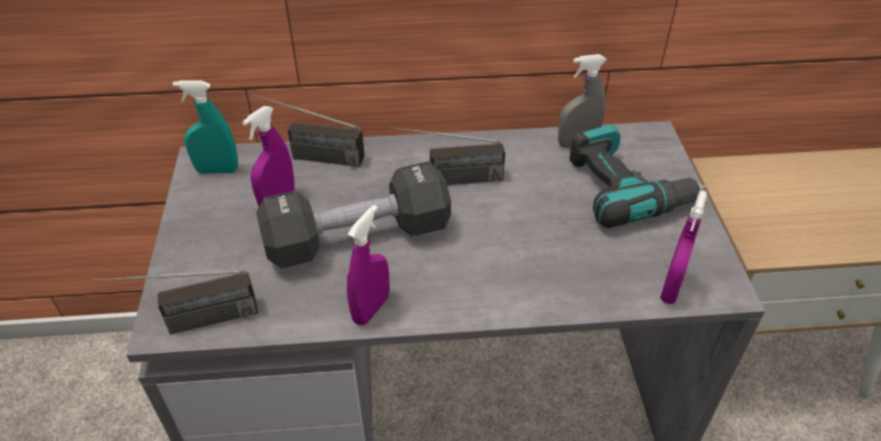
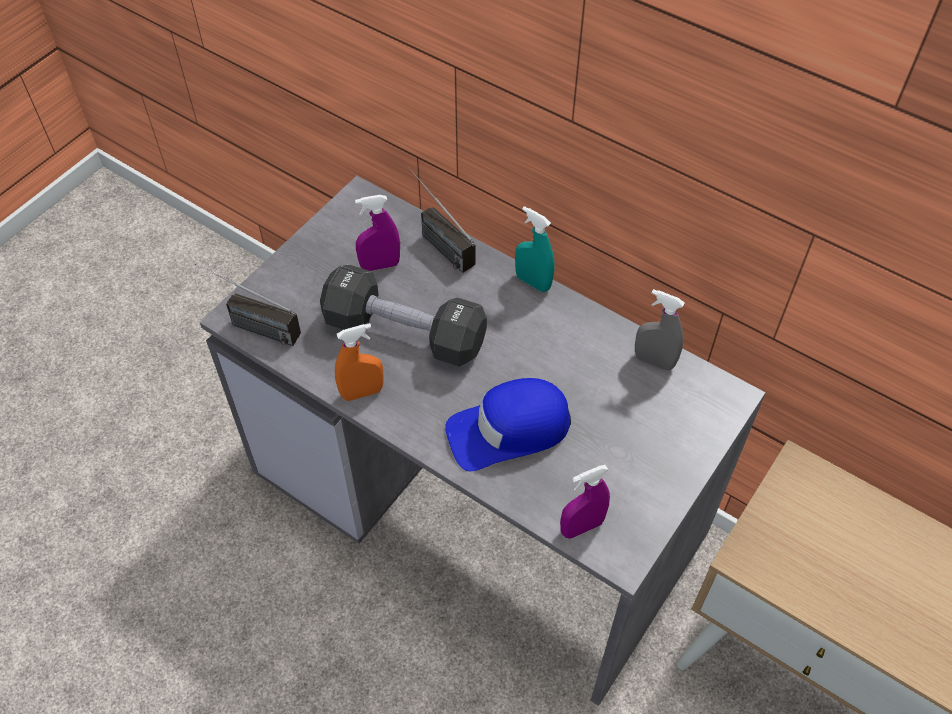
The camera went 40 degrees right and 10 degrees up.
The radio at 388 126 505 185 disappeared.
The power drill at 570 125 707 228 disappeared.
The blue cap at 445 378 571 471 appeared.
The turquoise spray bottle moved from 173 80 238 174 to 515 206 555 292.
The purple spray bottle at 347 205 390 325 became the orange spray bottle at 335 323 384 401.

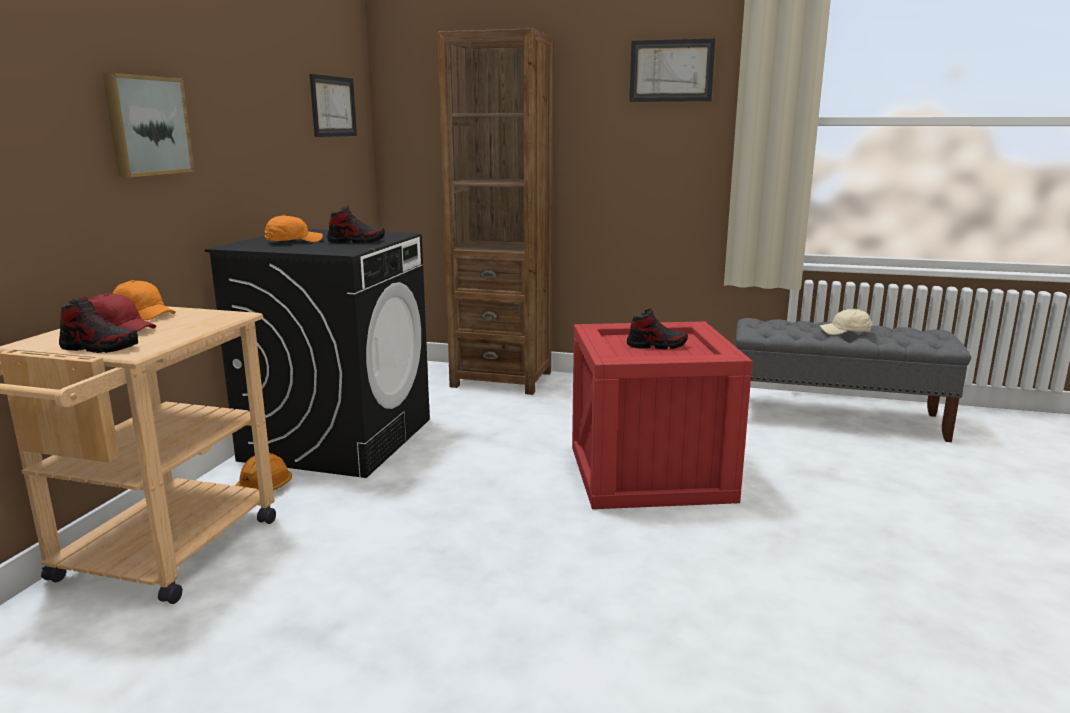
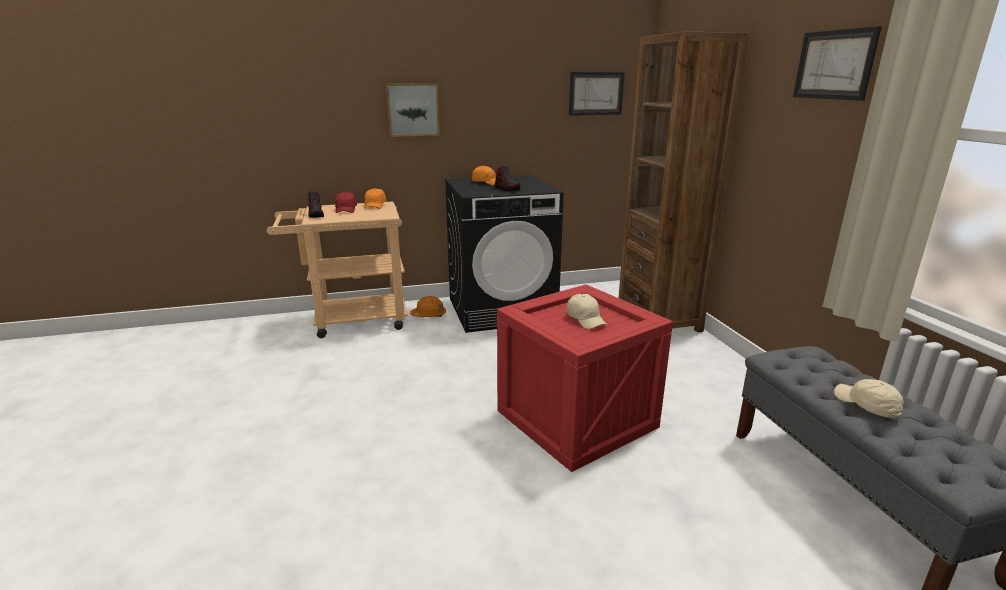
The camera went 60 degrees right and 5 degrees up.
The shoe at 627 309 688 350 was replaced by the beige cap at 567 294 607 329.

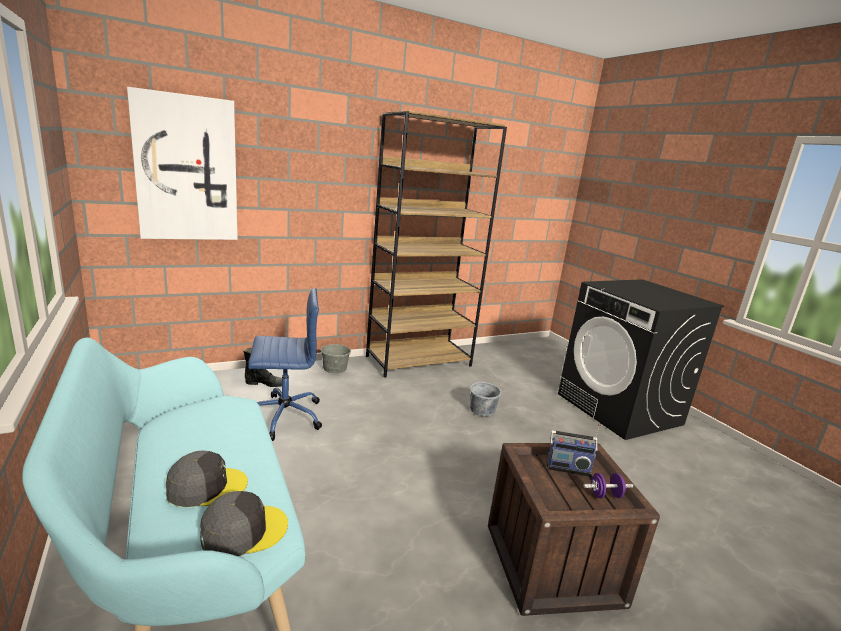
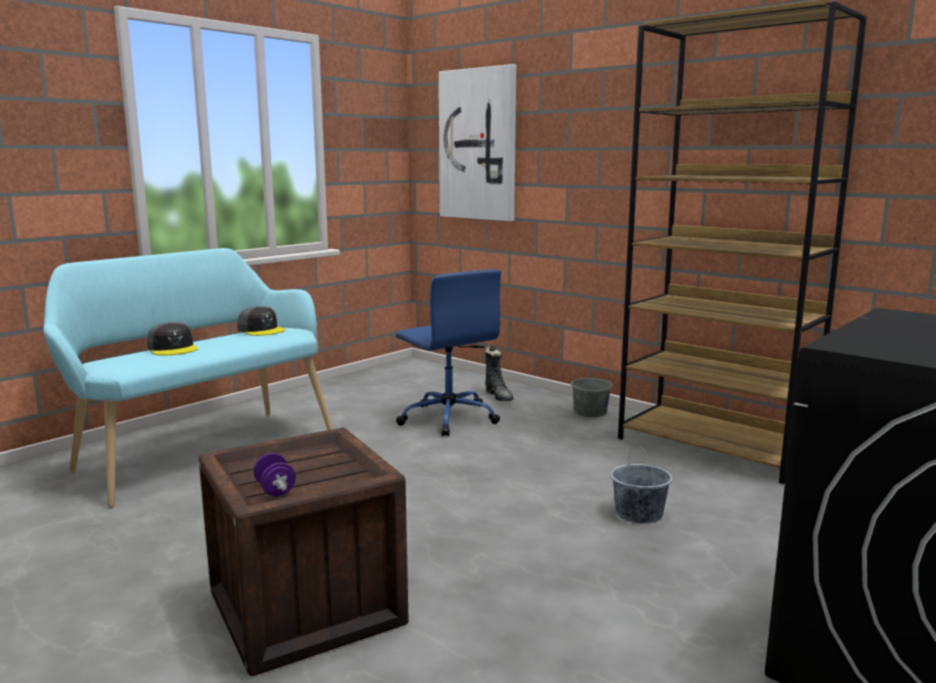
The camera went 70 degrees right and 5 degrees down.
The radio at 547 424 600 477 disappeared.
The grey cap moved from 200 491 288 556 to 237 307 285 336.

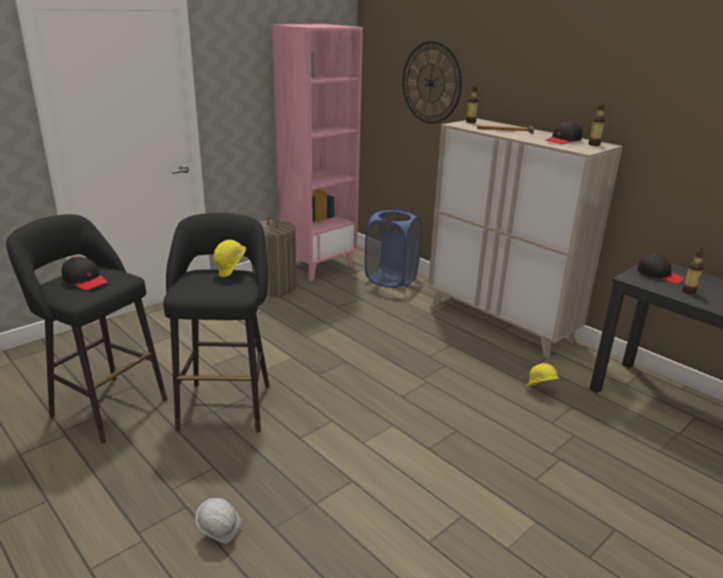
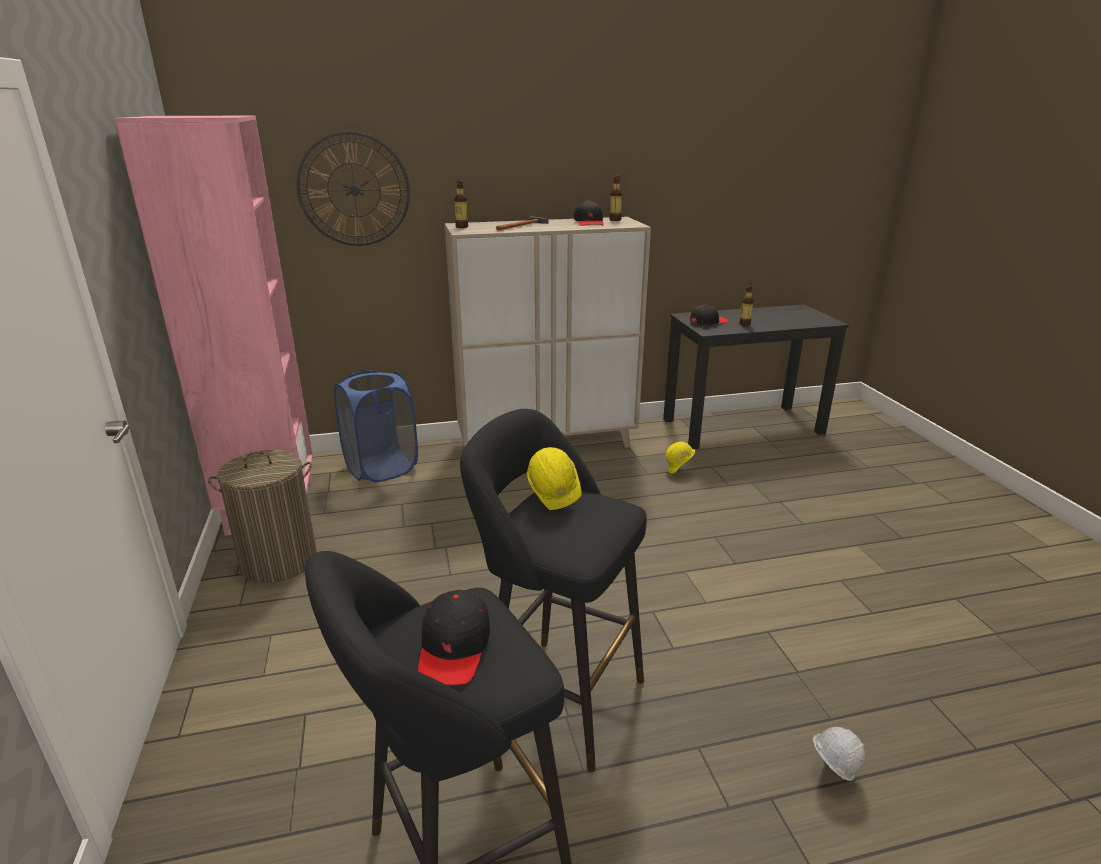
The camera went 60 degrees left and 0 degrees up.
The black cap at 62 257 107 290 turned 120 degrees clockwise.

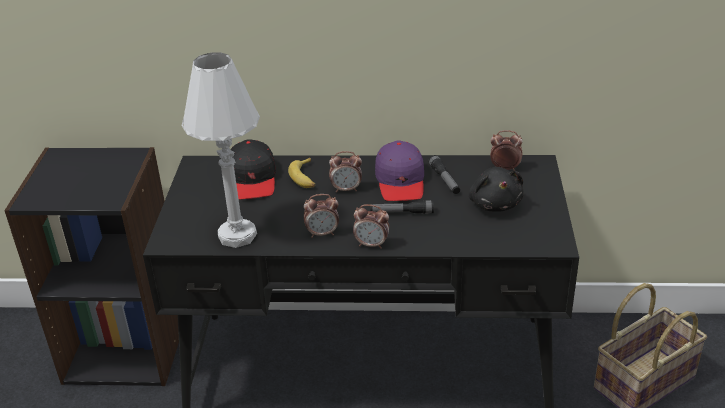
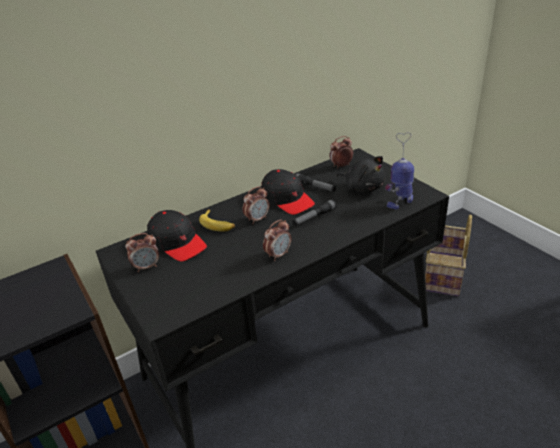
The camera went 35 degrees left and 0 degrees up.
The white table lamp at 182 52 260 248 disappeared.
The toy robot at 385 132 414 210 appeared.
The alarm clock moved from 353 204 389 249 to 126 233 159 272.
The purple cap at 375 140 424 201 became the black cap at 262 169 315 215.

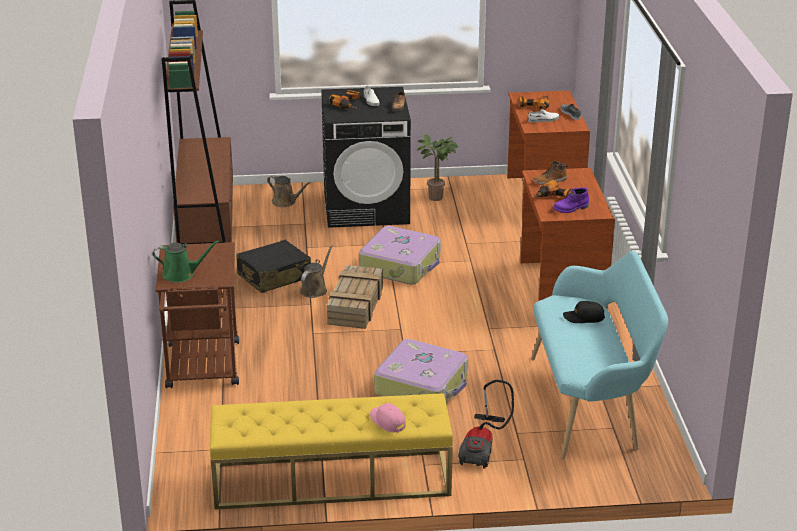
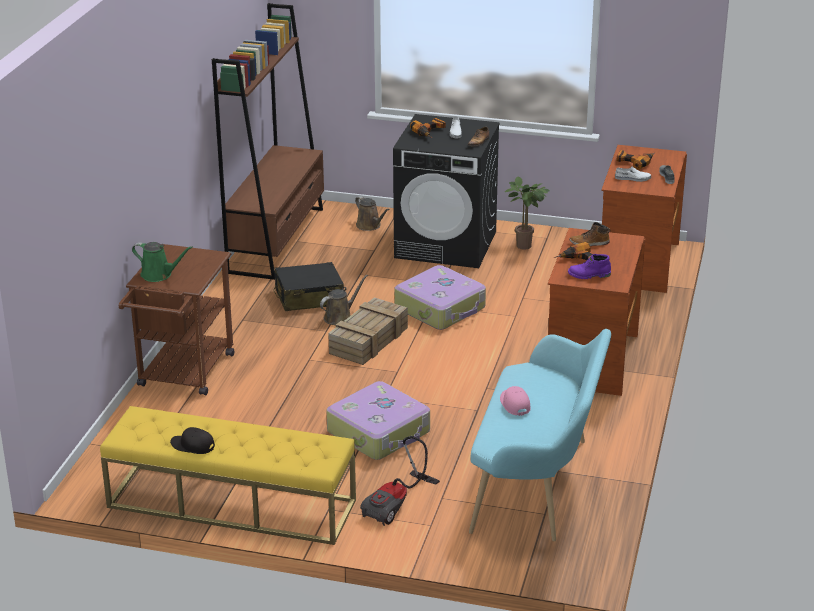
The camera went 20 degrees right and 0 degrees up.
The pink cap moved from 370 403 406 433 to 500 386 531 416.
The black cap moved from 563 301 605 323 to 170 427 215 454.

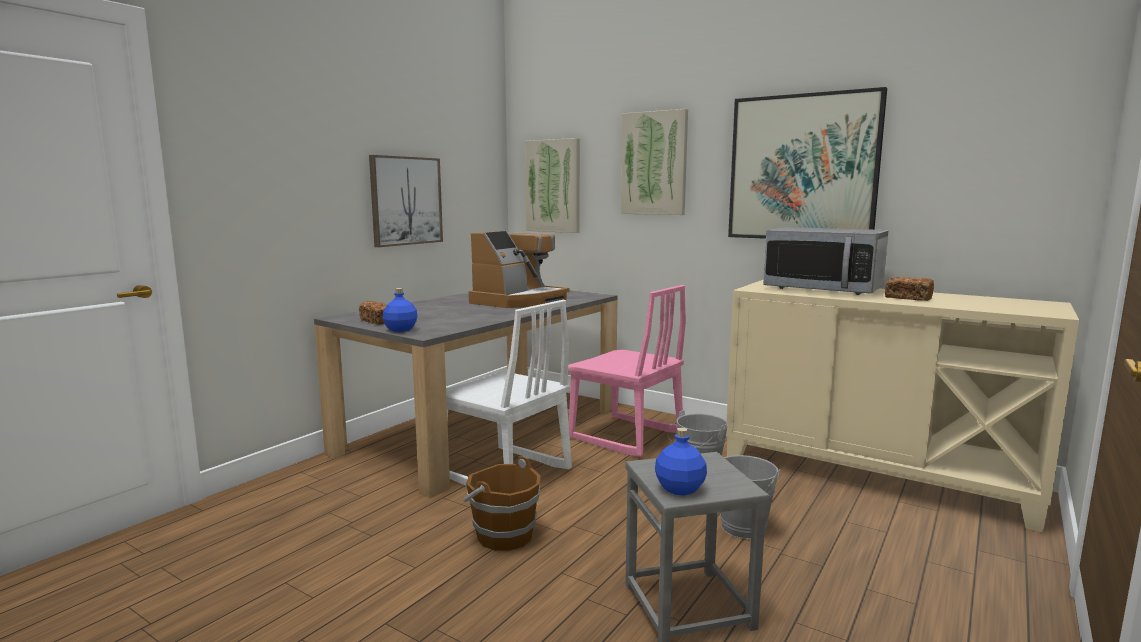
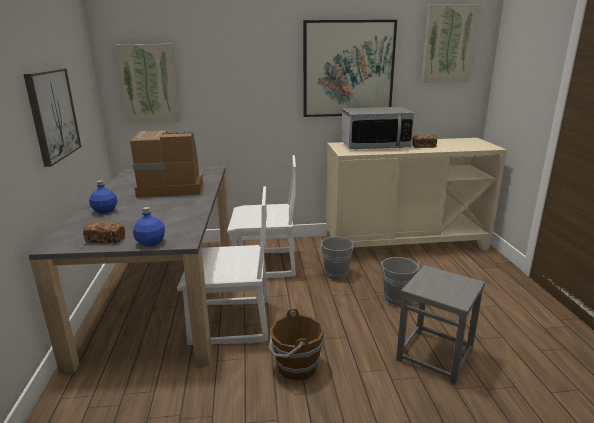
The camera went 40 degrees left and 10 degrees up.
The picture moved from 621 109 688 215 to 421 4 479 83.
The blue bottle moved from 655 428 707 496 to 89 180 117 214.
The pink chair at 568 285 686 457 became the white chair at 227 155 296 278.
The coffee machine at 469 231 570 308 turned 90 degrees counterclockwise.

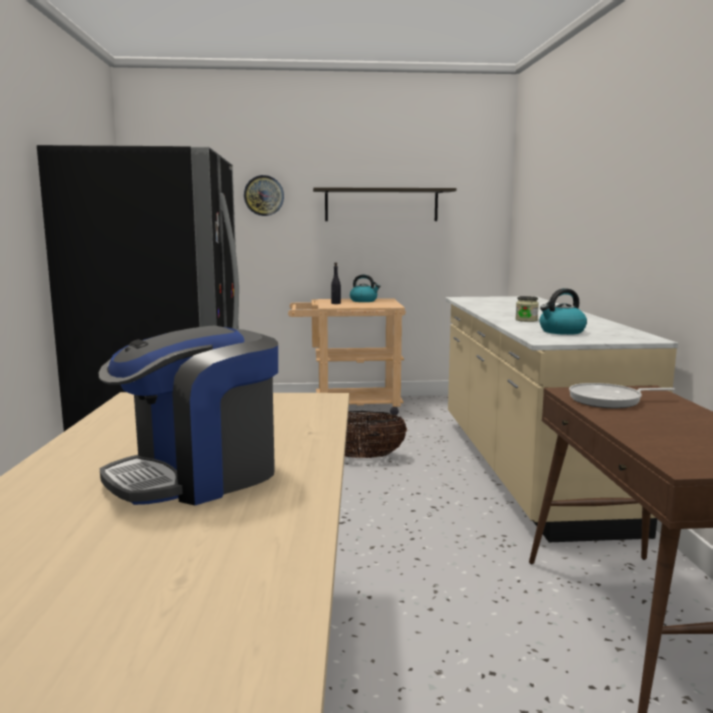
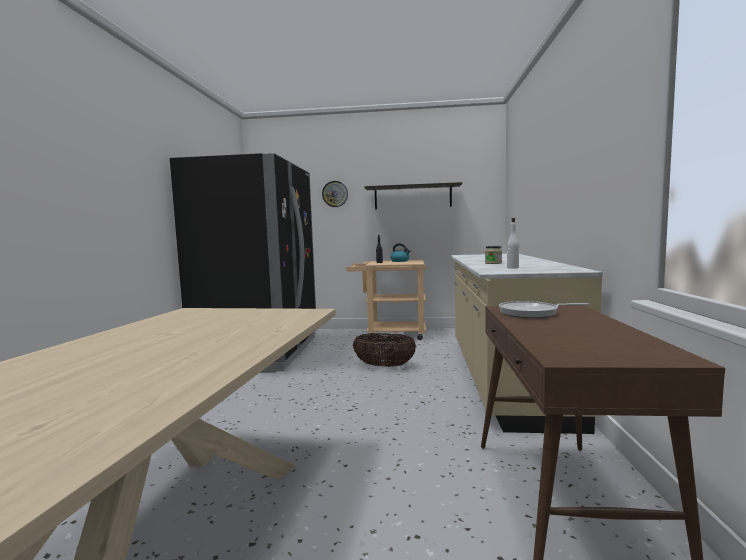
The camera went 10 degrees right and 5 degrees down.
The coffee machine at 99 326 278 506 disappeared.
The kettle at 539 288 587 335 was replaced by the white bottle at 507 218 519 269.

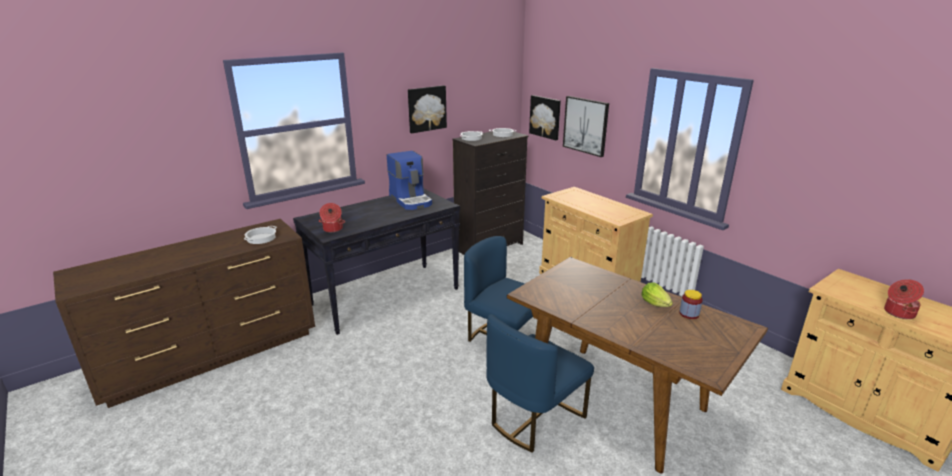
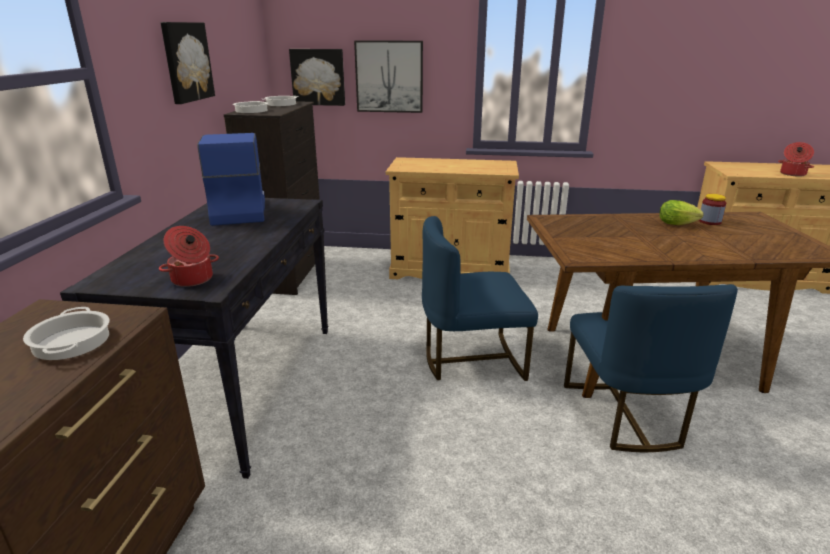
The camera went 45 degrees left and 0 degrees up.
The coffee machine at 387 151 432 210 turned 120 degrees counterclockwise.

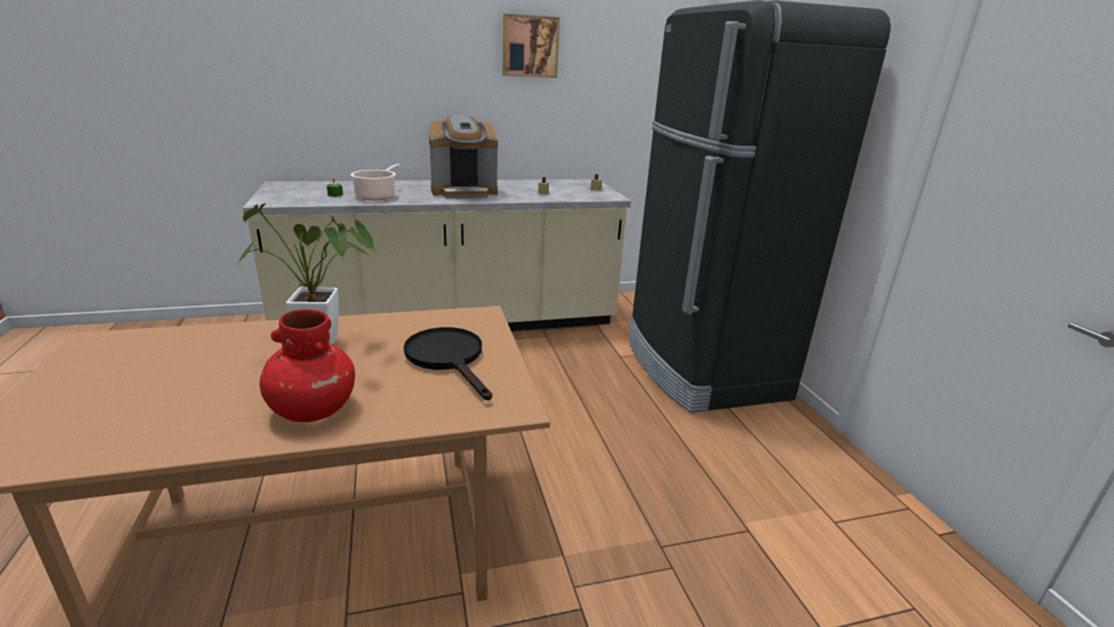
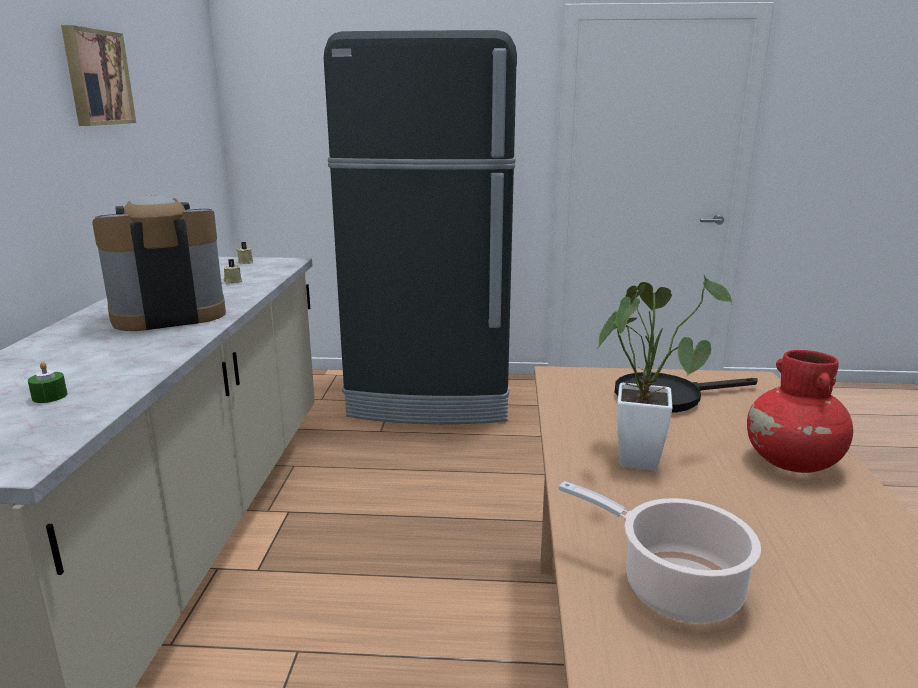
The camera went 70 degrees left and 5 degrees down.
The cooking pot moved from 350 164 401 201 to 559 481 761 623.
The coffee machine at 429 115 498 198 turned 120 degrees counterclockwise.

